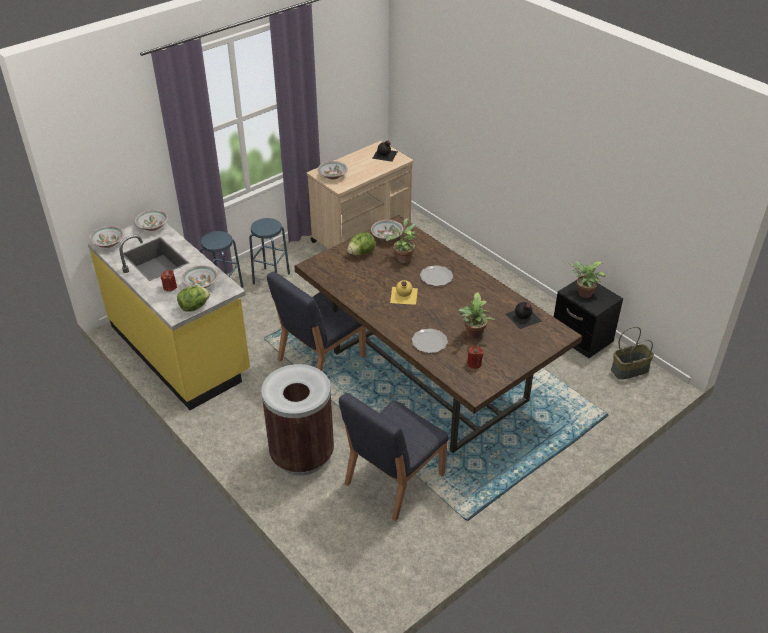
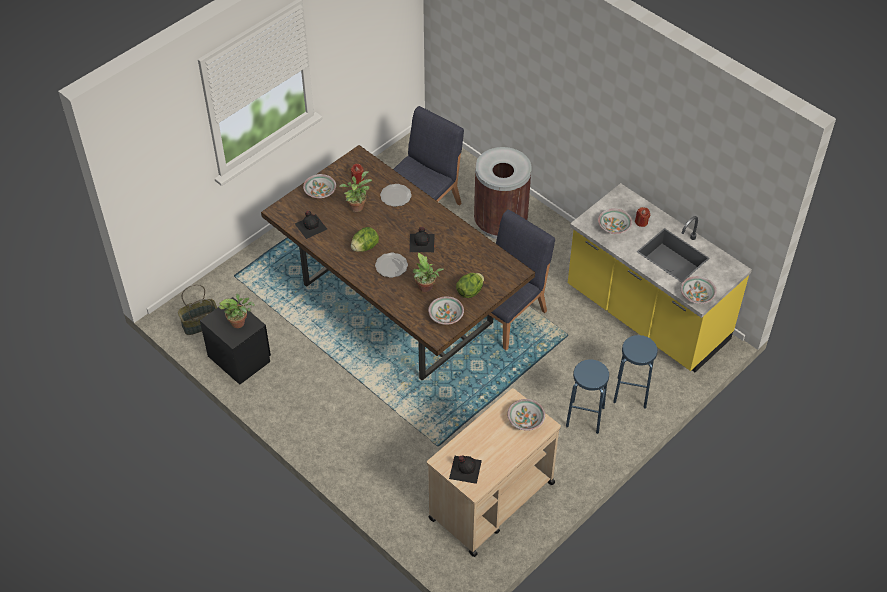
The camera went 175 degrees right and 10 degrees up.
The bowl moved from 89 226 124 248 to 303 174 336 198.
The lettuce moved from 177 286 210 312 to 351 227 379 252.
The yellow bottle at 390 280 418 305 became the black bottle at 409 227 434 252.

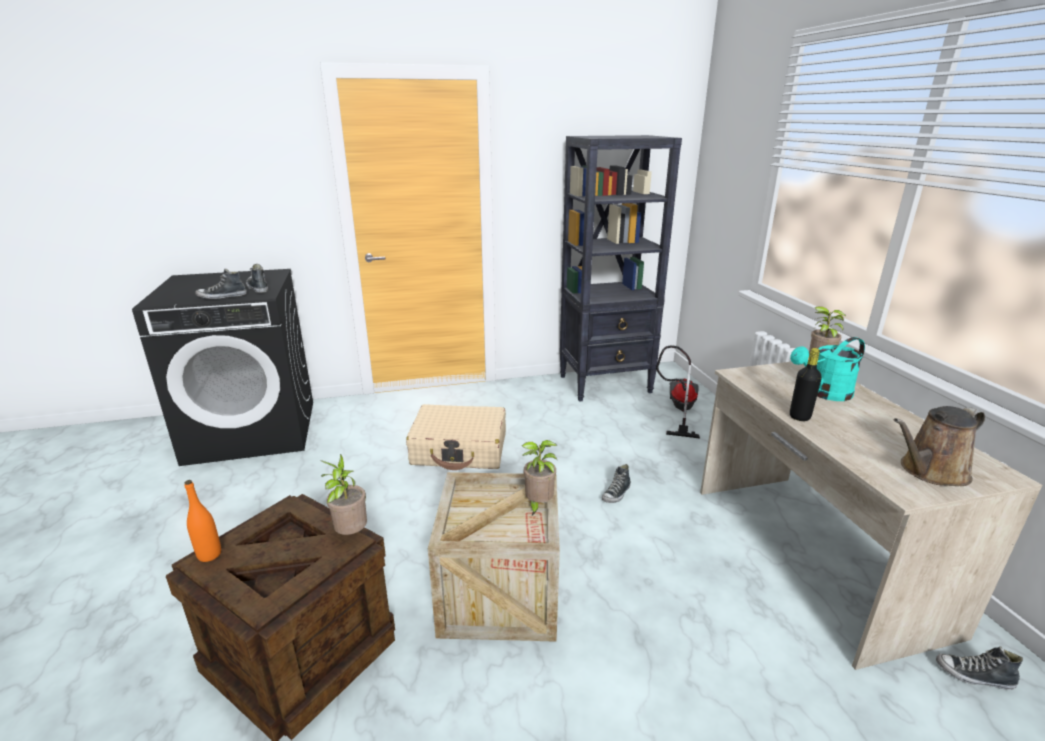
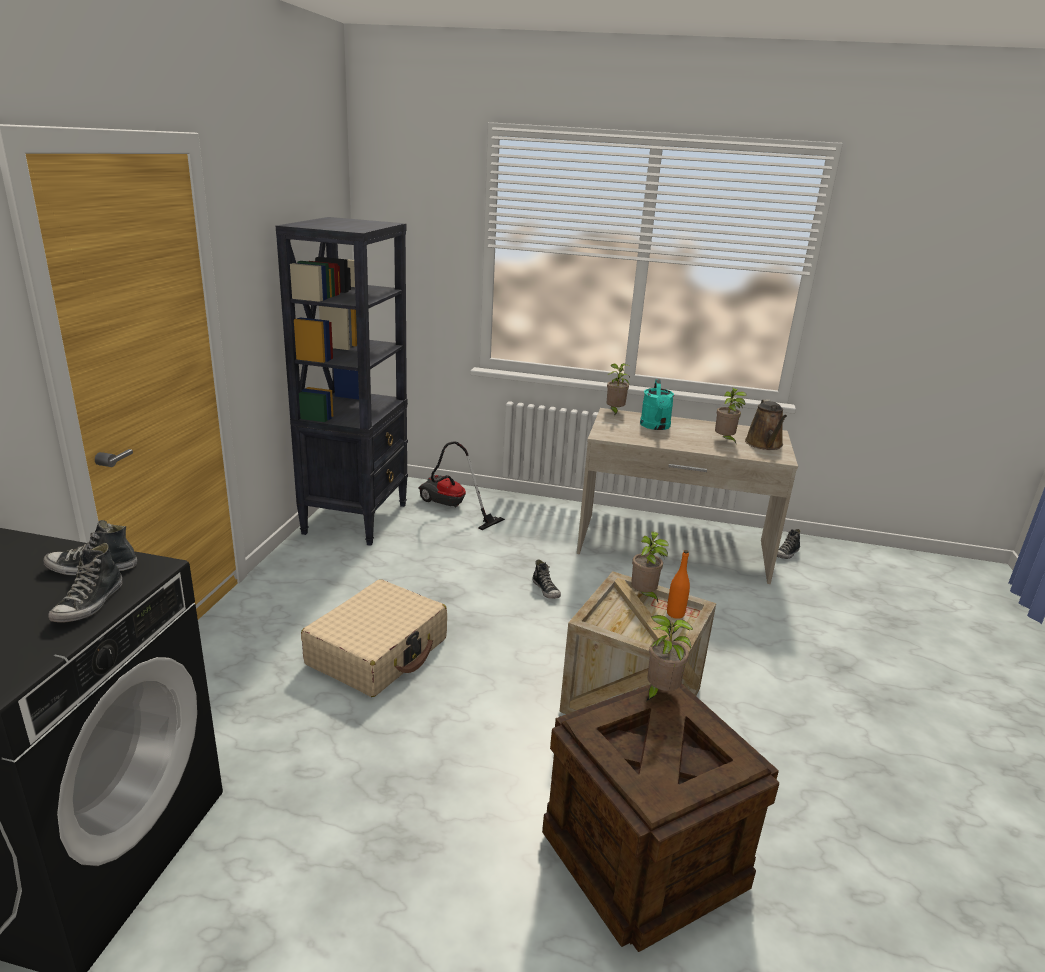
The camera went 65 degrees left and 0 degrees up.
The black bottle at 790 348 822 421 disappeared.
The potted plant at 715 388 747 443 appeared.
The orange bottle moved from 185 480 221 562 to 667 550 690 619.

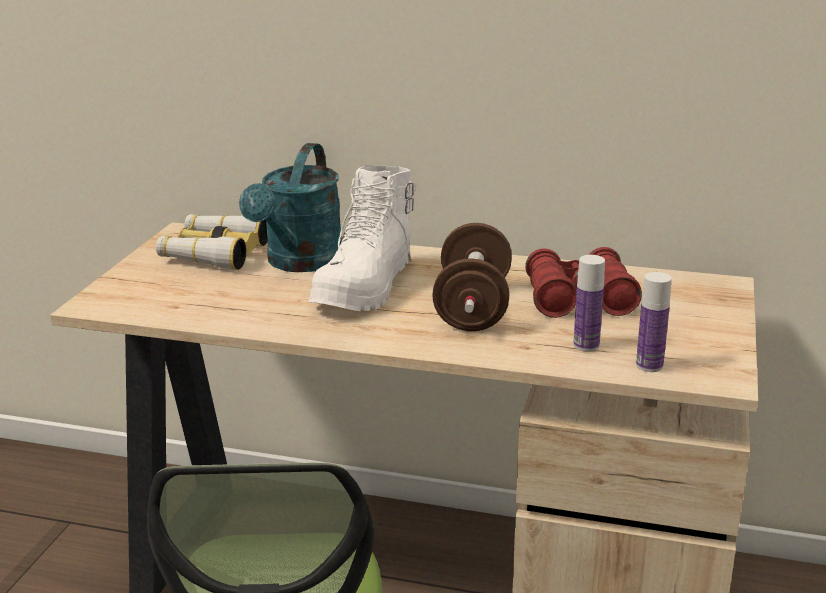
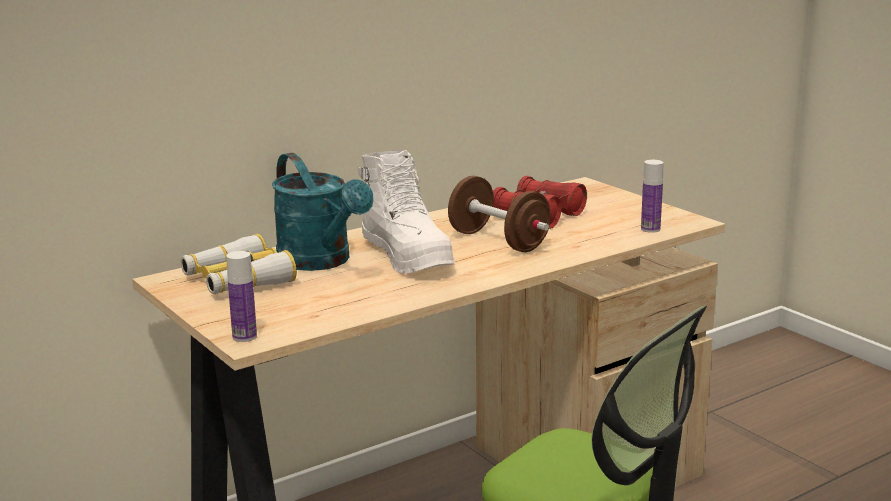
The camera went 50 degrees left and 5 degrees down.
The bottle moved from 573 255 605 352 to 226 251 257 342.

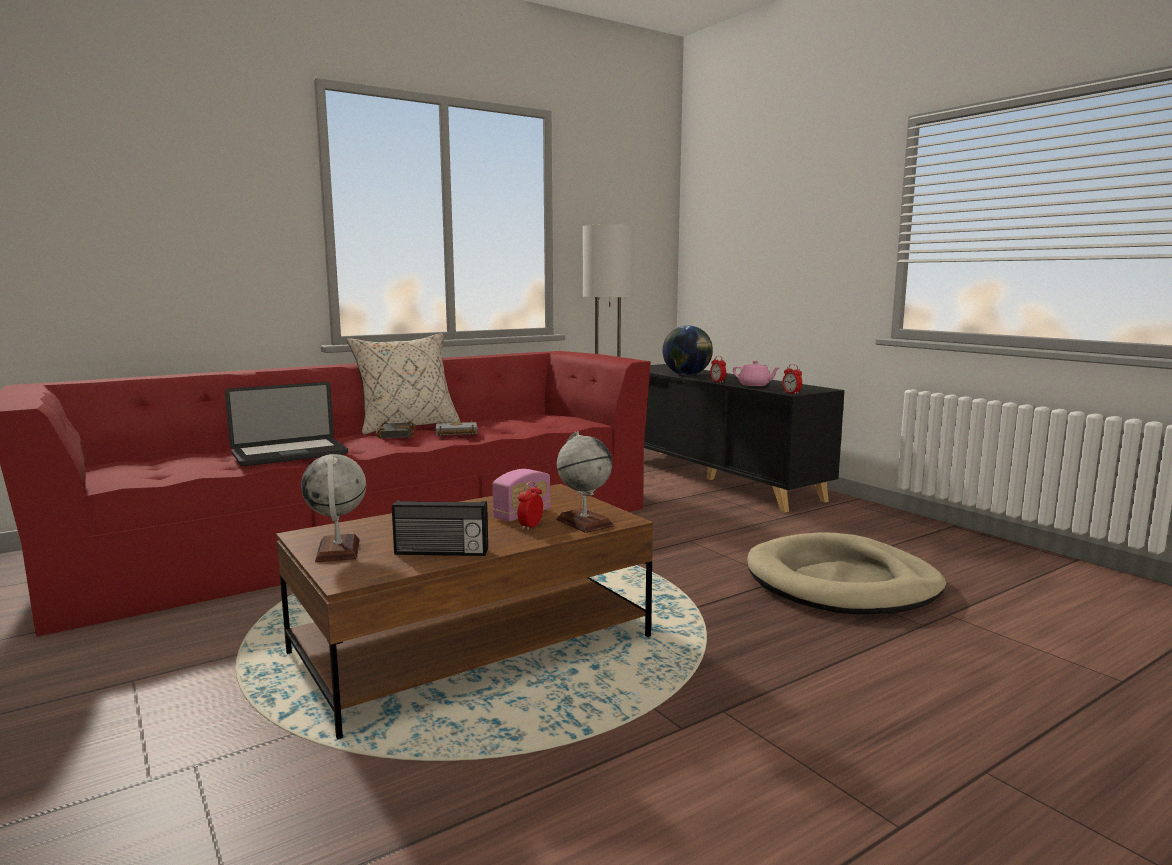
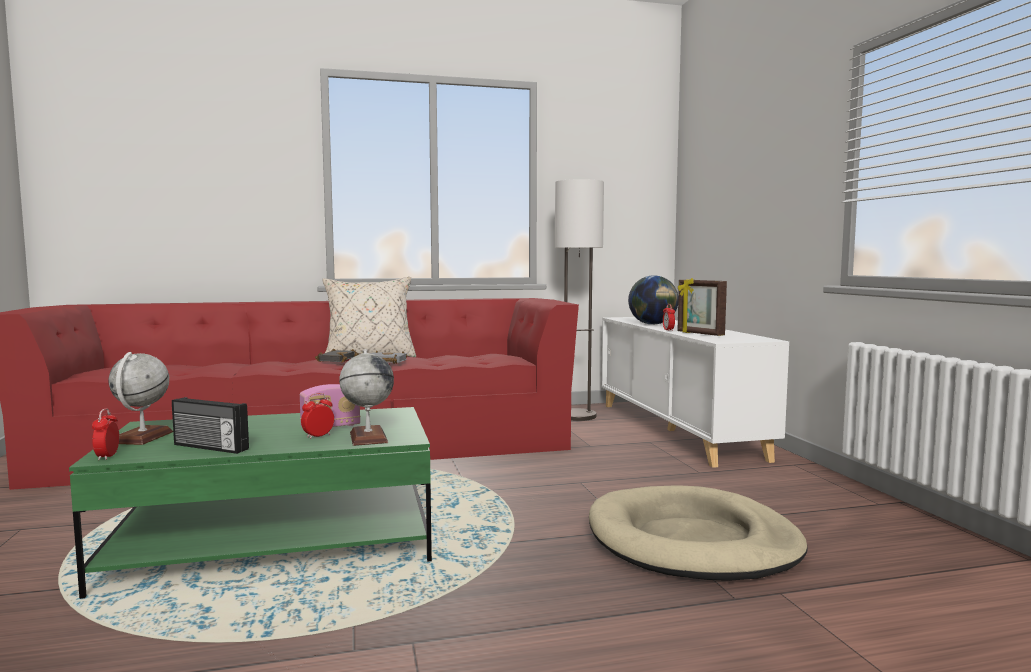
The camera went 20 degrees right and 5 degrees down.
The laptop at 225 382 348 466 disappeared.
The alarm clock moved from 782 364 802 394 to 92 408 119 460.
The pink teapot at 733 360 780 386 was replaced by the picture frame at 677 278 727 336.
The brown coffee table at 276 484 653 739 became the green coffee table at 69 407 432 599.
The black cabinet at 644 364 845 512 became the white cabinet at 601 317 789 468.

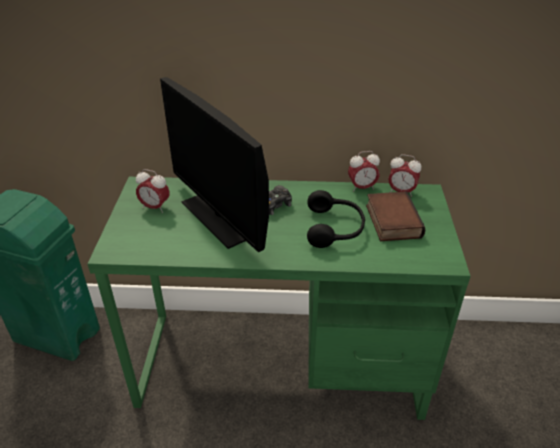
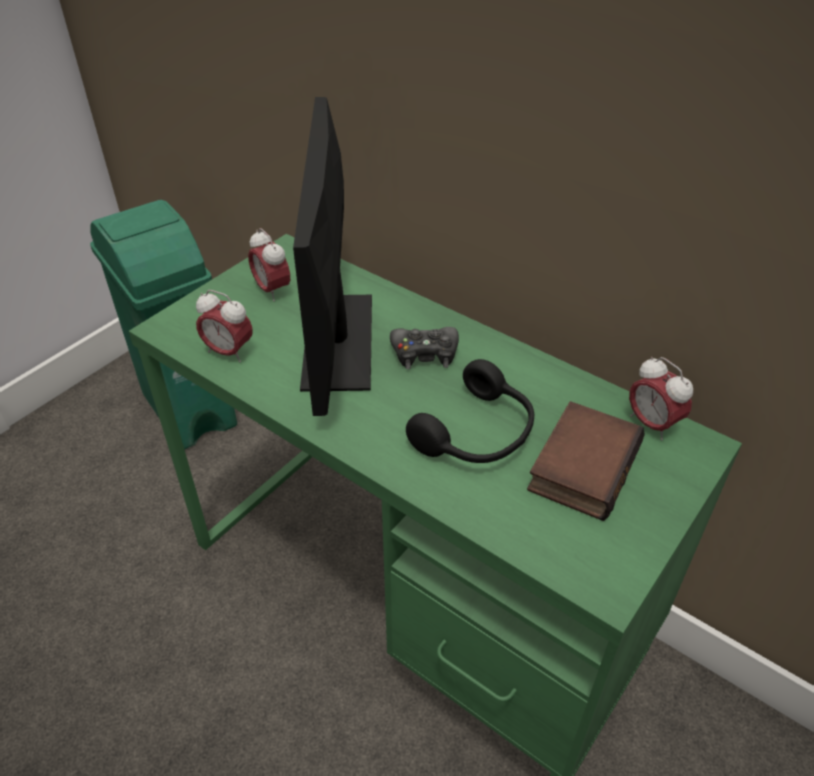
The camera went 35 degrees right and 5 degrees up.
The alarm clock moved from 348 151 380 192 to 196 290 253 363.

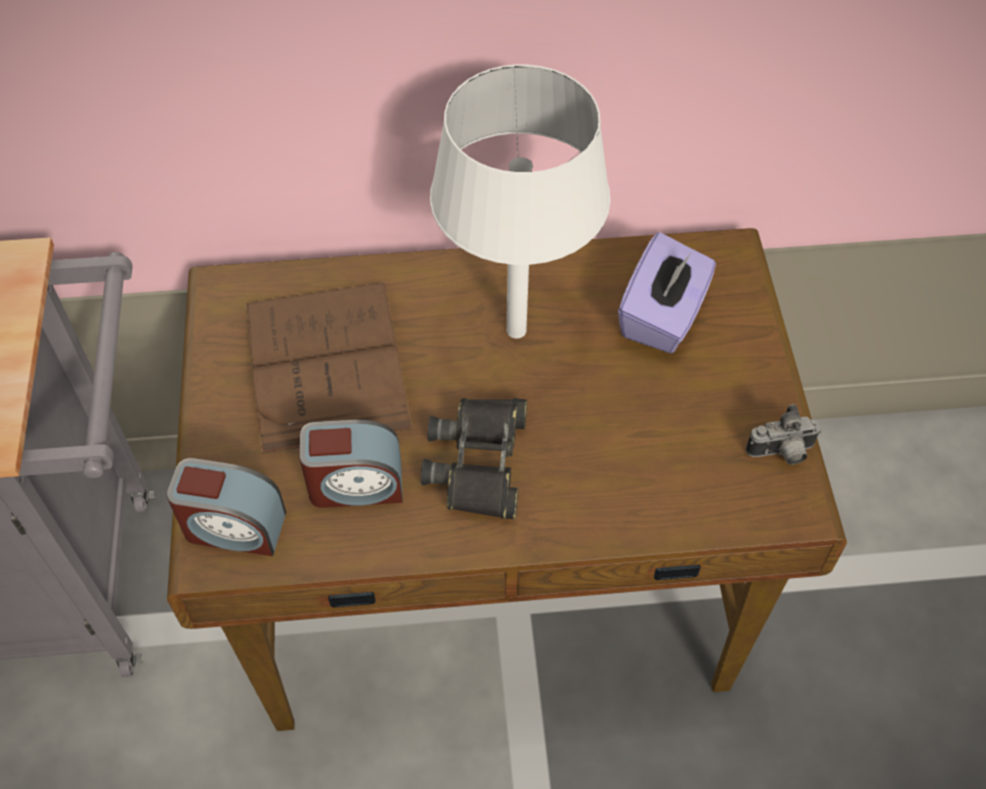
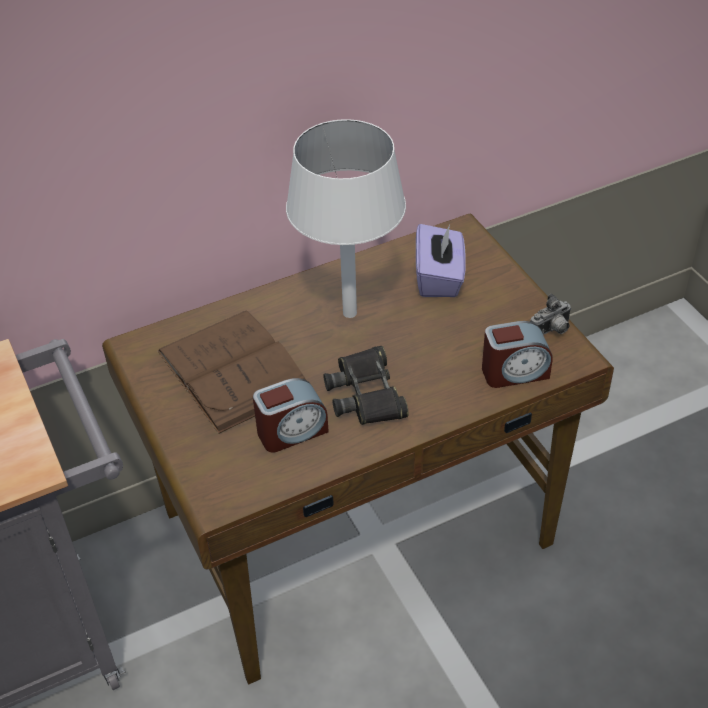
The camera went 20 degrees left and 10 degrees down.
The alarm clock moved from 167 458 286 556 to 482 321 553 388.

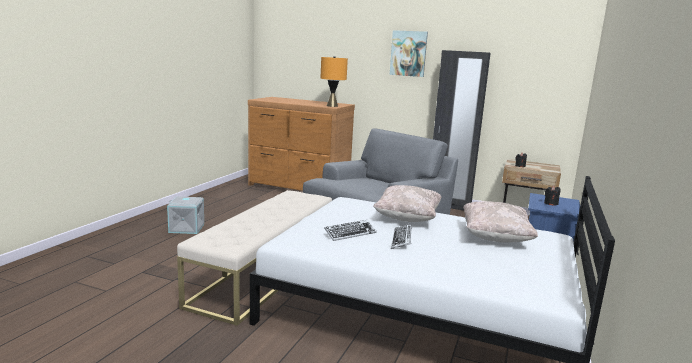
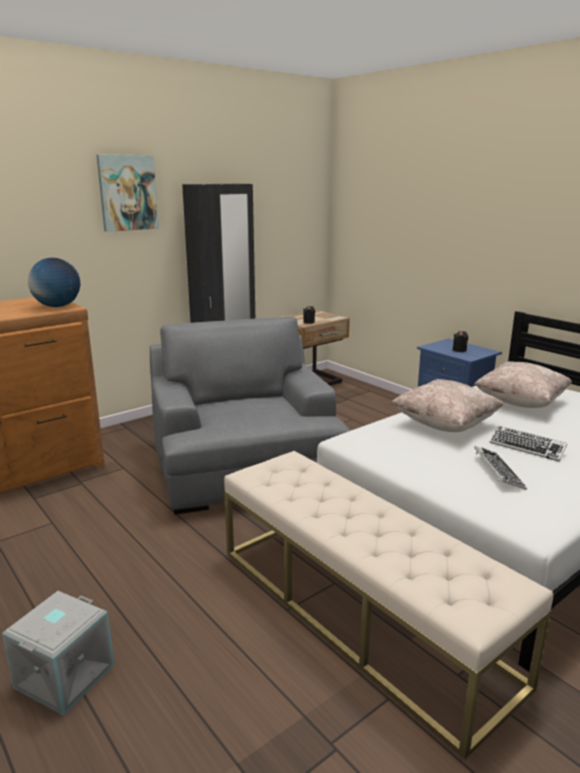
The camera went 60 degrees left and 5 degrees up.
The orange table lamp at 320 56 348 107 was replaced by the globe at 28 257 80 307.

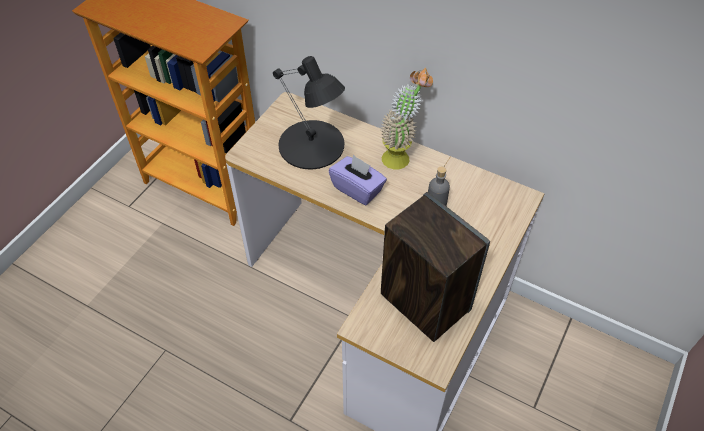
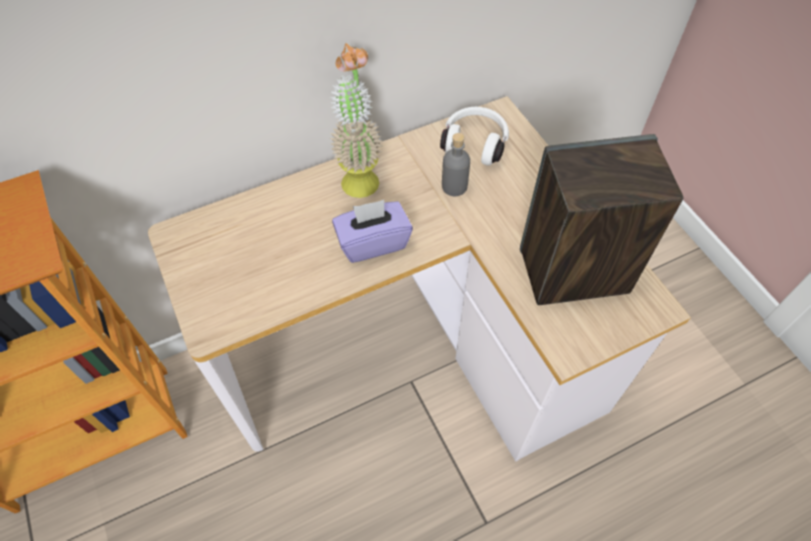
The camera went 55 degrees left and 5 degrees up.
The black table lamp at 273 56 345 169 disappeared.
The white headphones at 440 107 509 166 appeared.

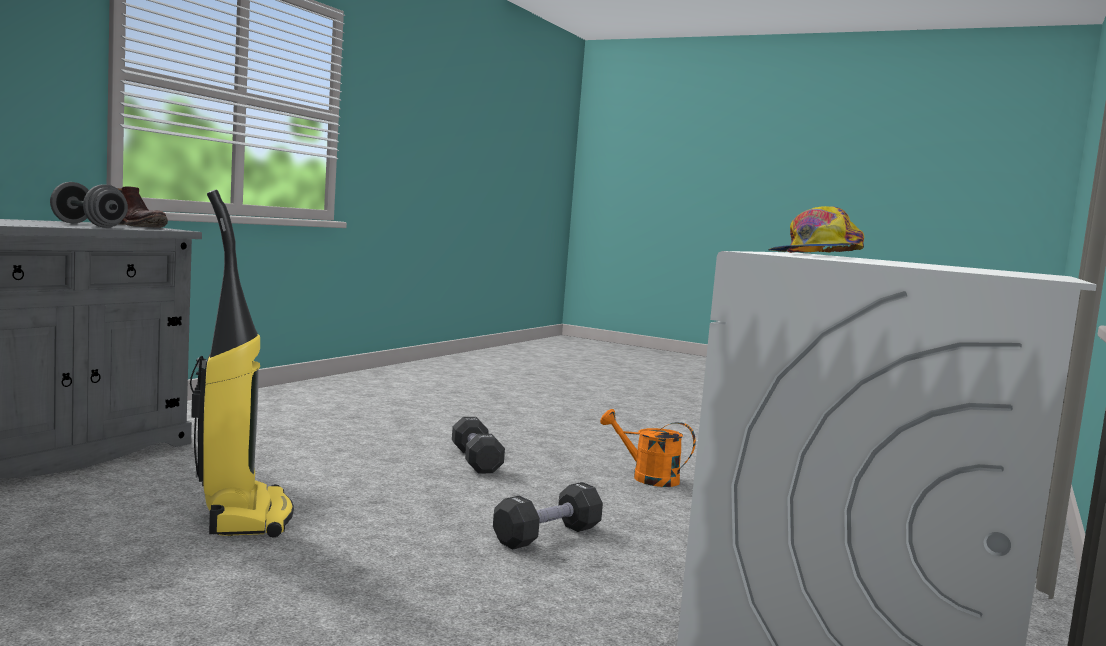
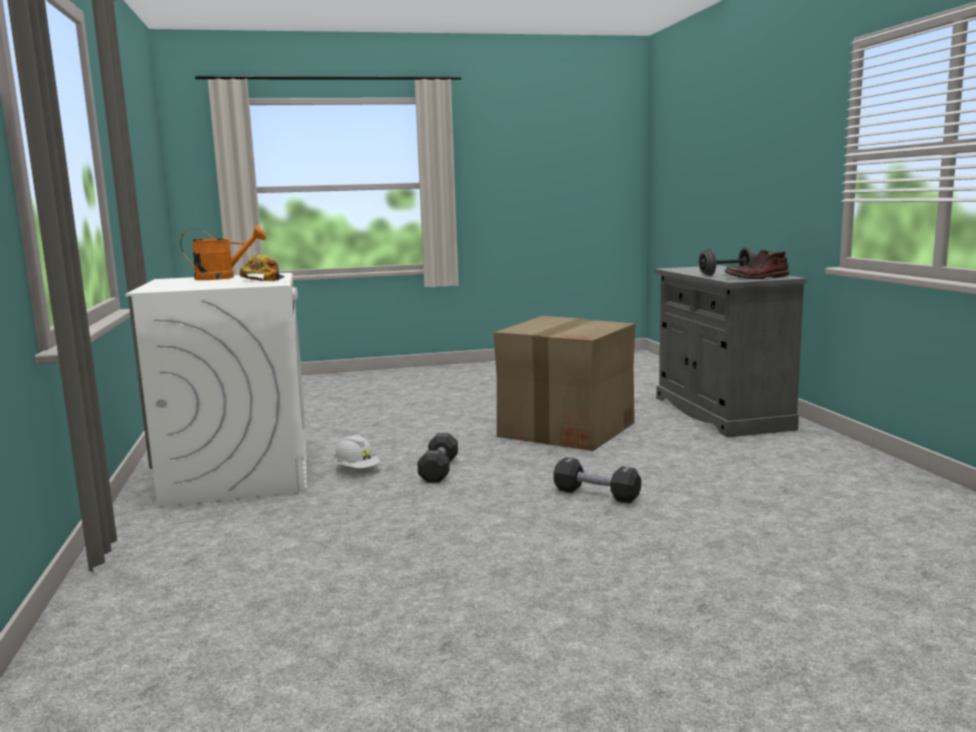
The camera went 140 degrees right and 5 degrees up.
The white hard hat at 333 435 380 468 appeared.
The orange watering can moved from 600 409 696 487 to 180 226 266 280.
The vacuum cleaner at 190 190 294 538 was replaced by the cardboard box at 494 316 635 451.

